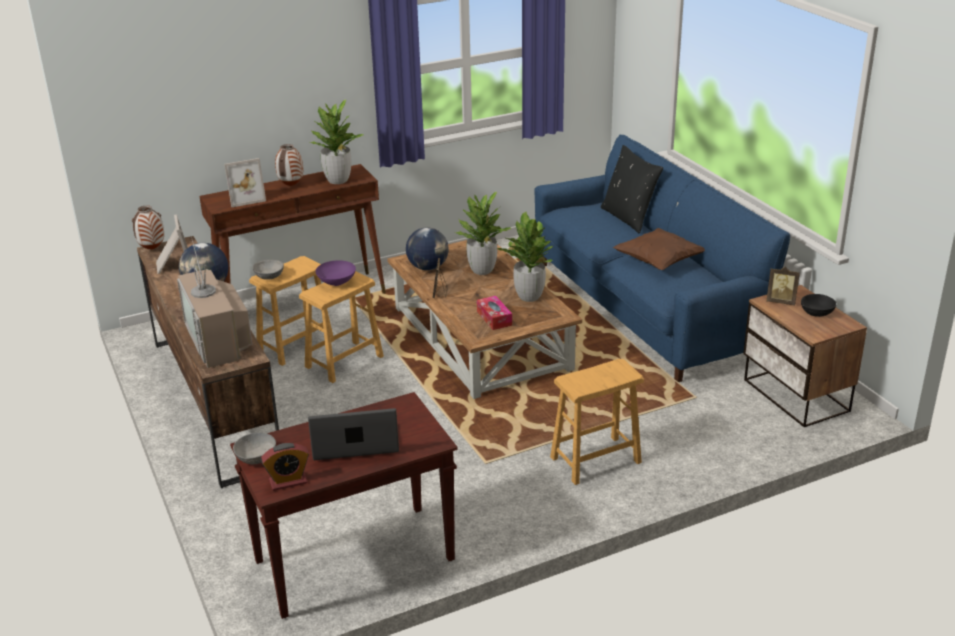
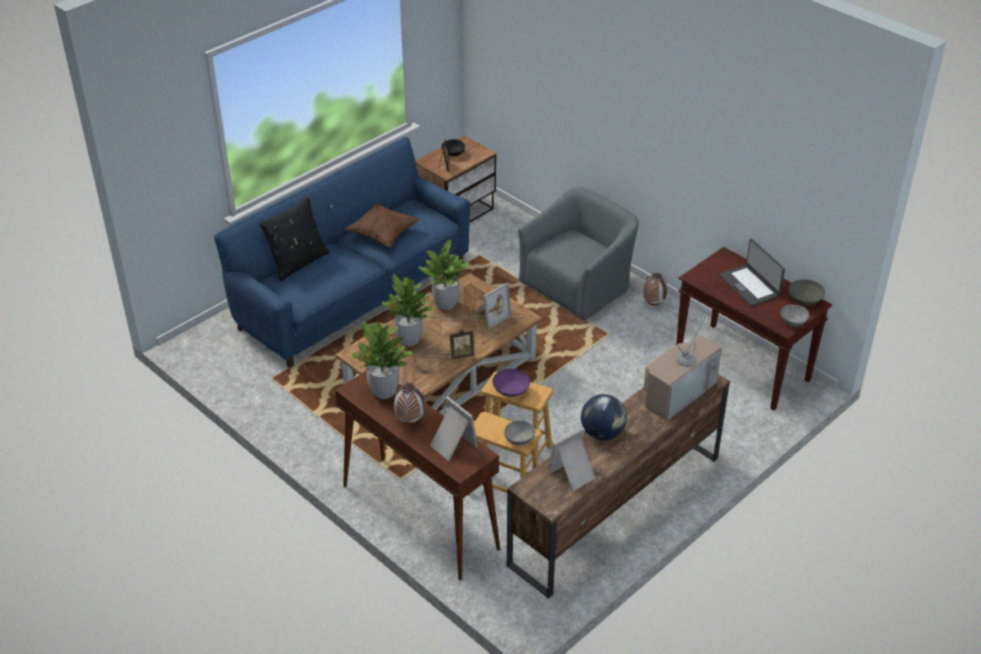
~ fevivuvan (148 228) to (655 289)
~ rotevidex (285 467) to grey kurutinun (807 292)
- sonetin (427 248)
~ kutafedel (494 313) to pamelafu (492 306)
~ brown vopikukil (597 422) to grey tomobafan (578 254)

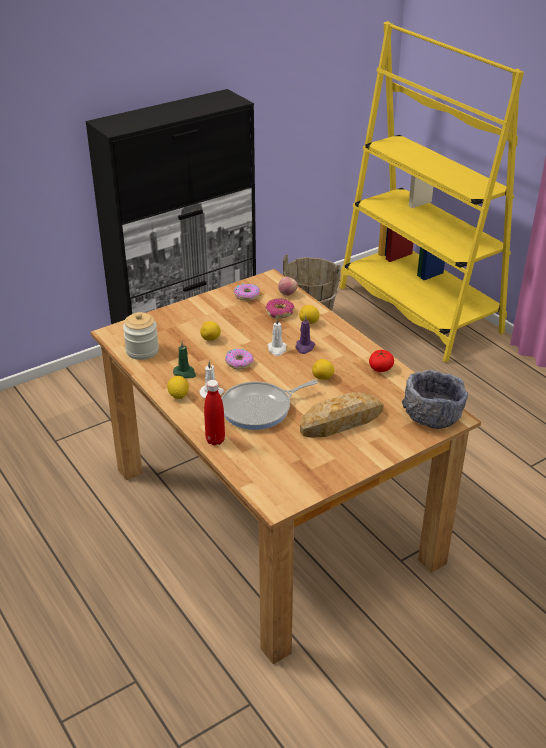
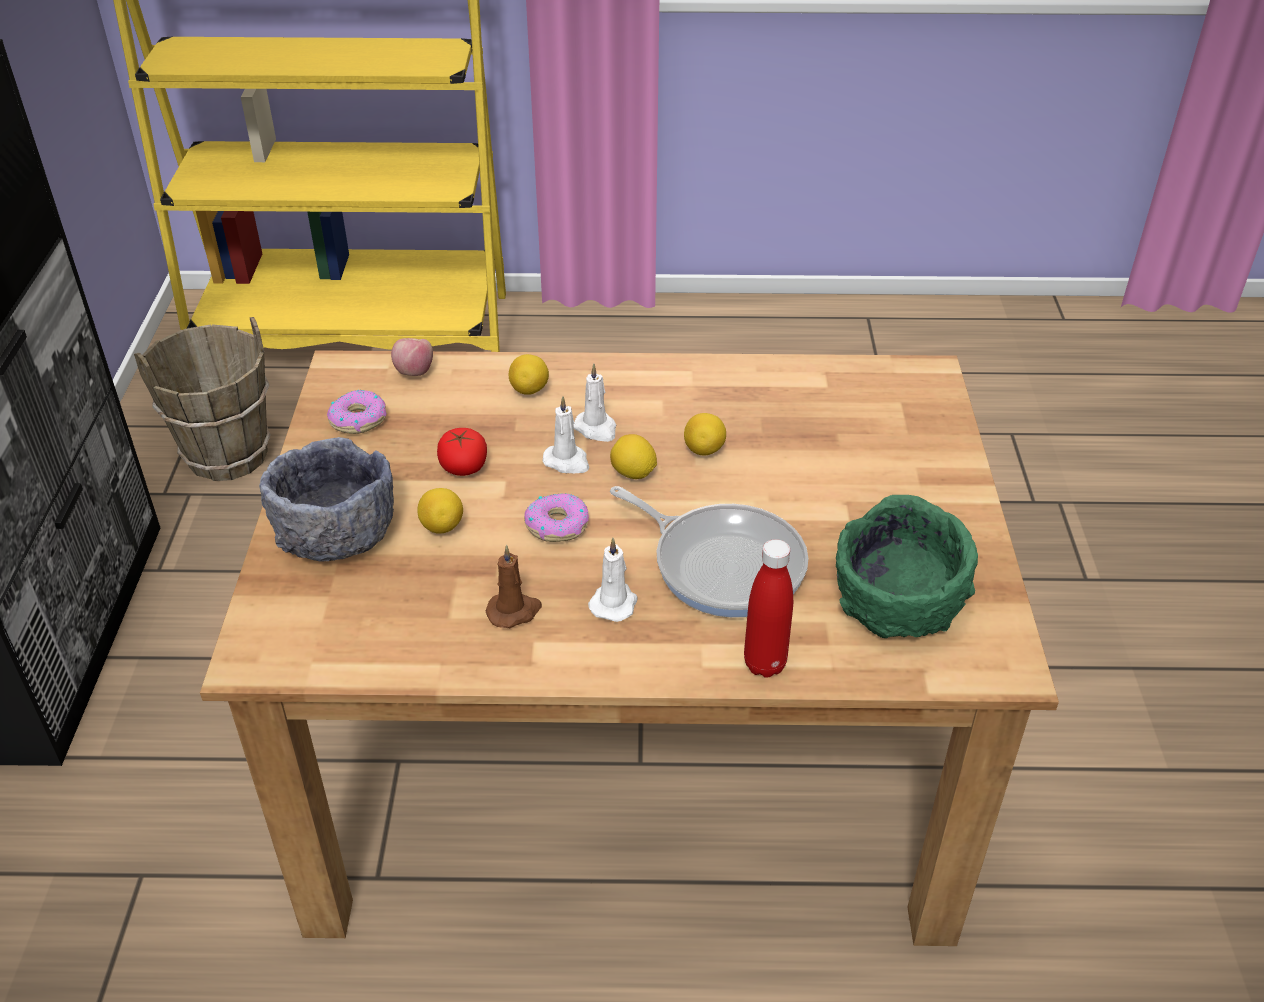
- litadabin (141 336)
~ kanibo (178 387) to (633 456)
~ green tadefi (184 359) to brown tadefi (514 586)
~ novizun (269 405) = (709 552) 60 degrees counterclockwise
- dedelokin (279 308)
~ purple tadefi (305 334) to white tadefi (594 403)
- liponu (342 415)
~ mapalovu (381 361) to (462 452)
~ grey kurutinun (435 399) to (326 499)
+ green kurutinun (907 566)

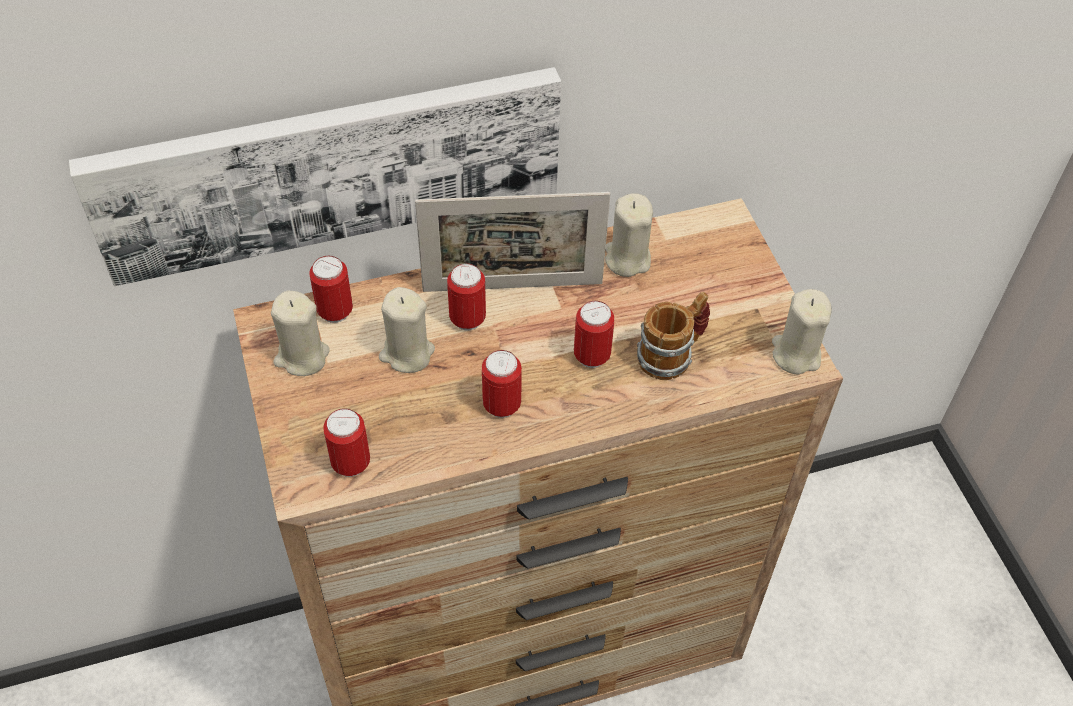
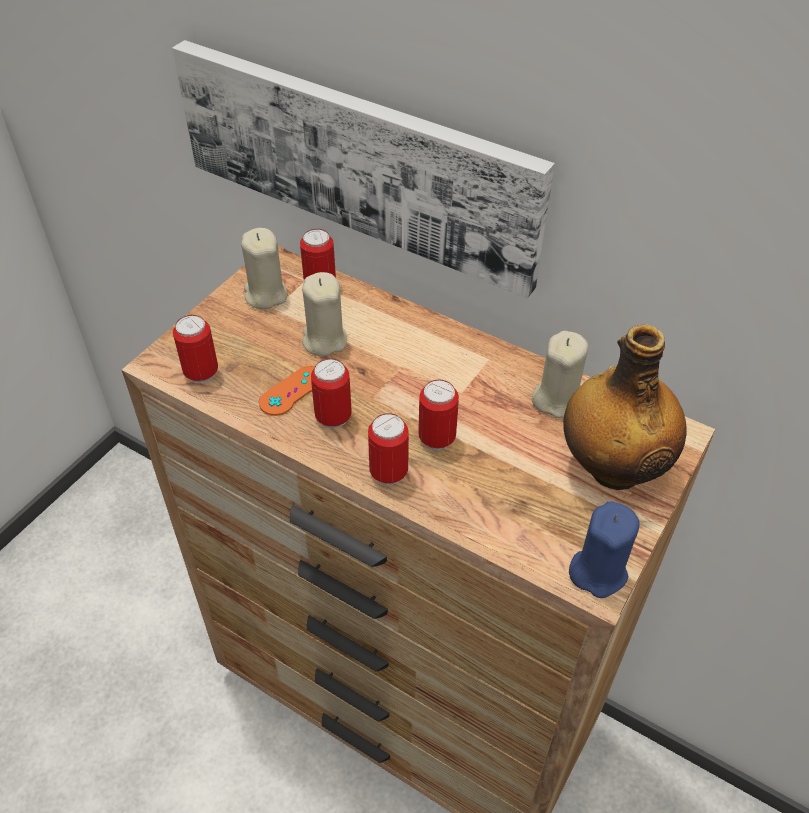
- pamelafu (512 242)
~ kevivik (466 297) to (388 449)
- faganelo (673 336)
~ beige tadefi (802 331) to blue tadefi (604 549)
+ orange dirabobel (287 391)
+ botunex (624 407)

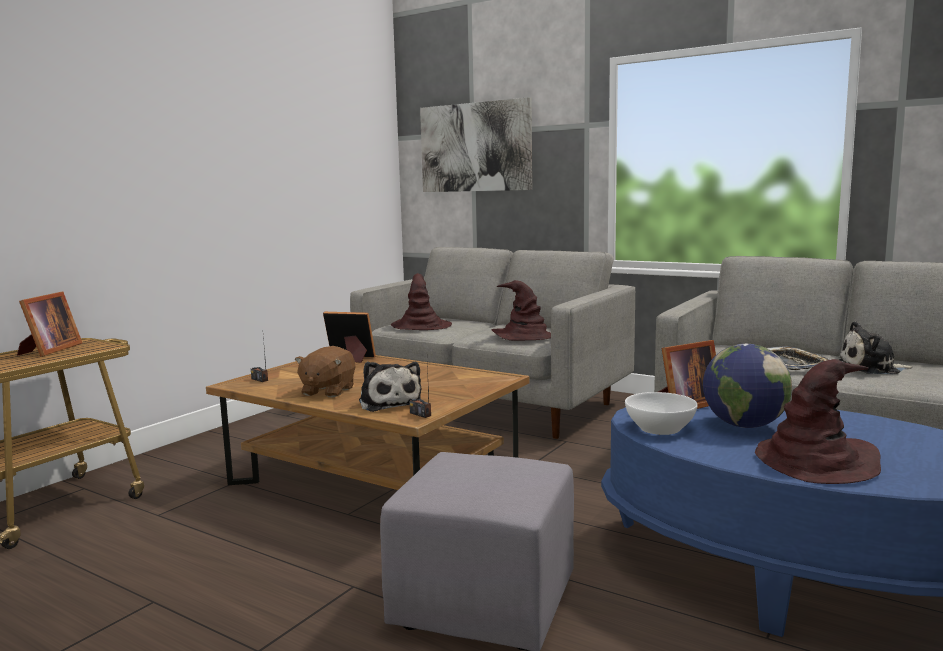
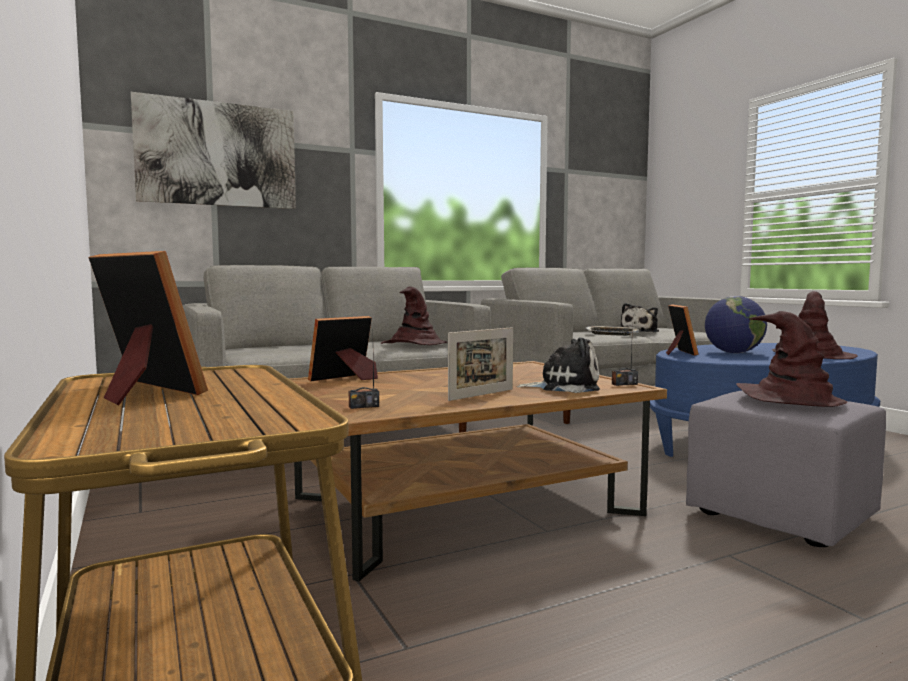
~ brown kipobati (325 371) to pamelafu (480 364)
~ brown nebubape (421 301) to (791 359)
- white kurutinun (661 413)

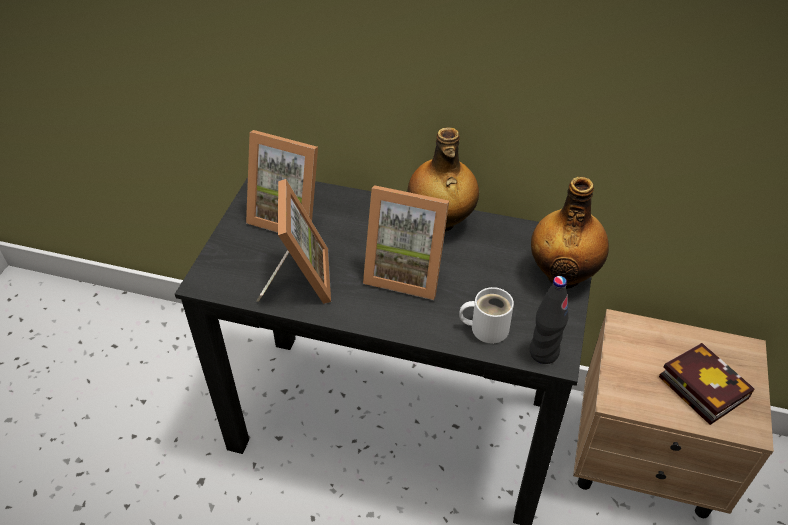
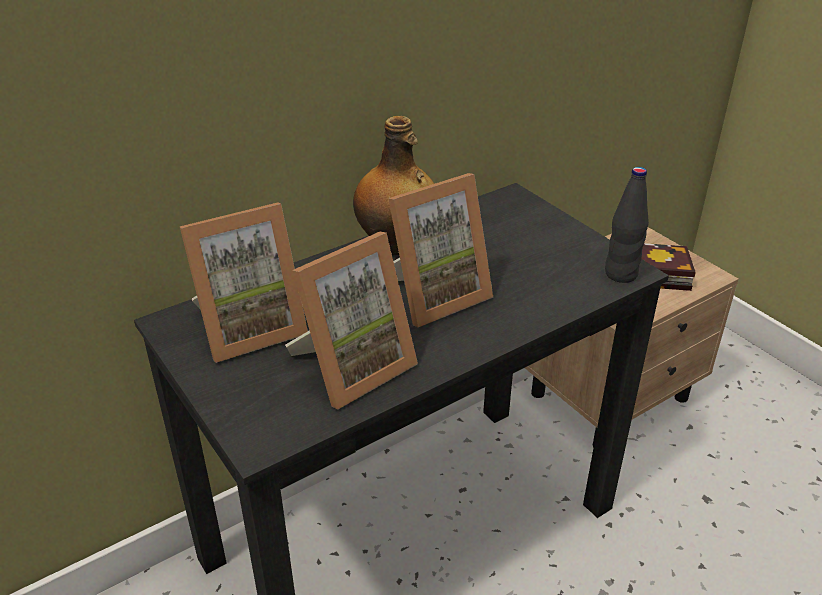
~ pamelafu (293 241) = (351 320) 105 degrees clockwise
- white faganelo (486 315)
- botunex (570 233)

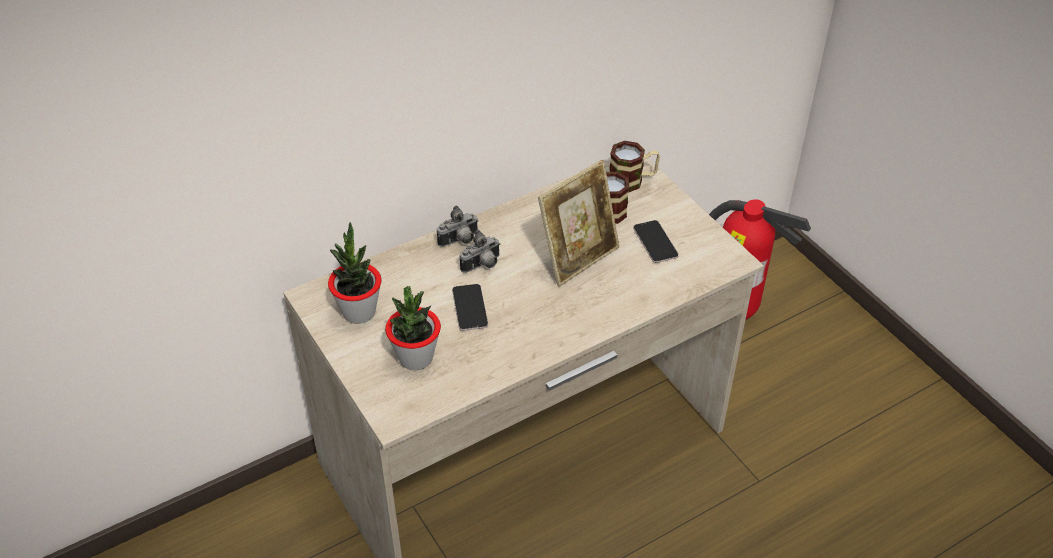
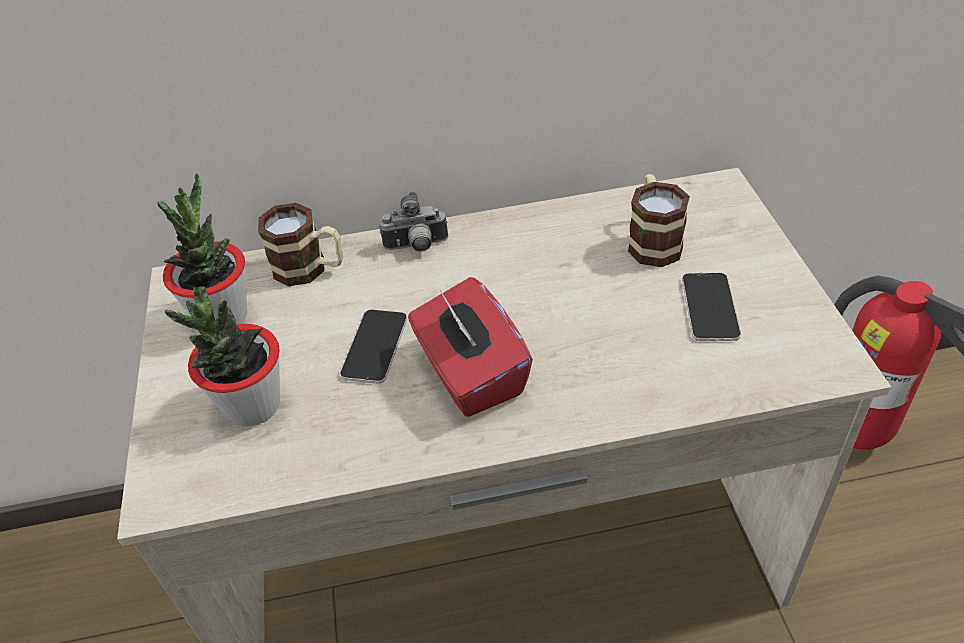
- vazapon (480 251)
- pamelafu (579 223)
~ faganelo (634 167) to (300 244)
+ red kutafedel (470 347)

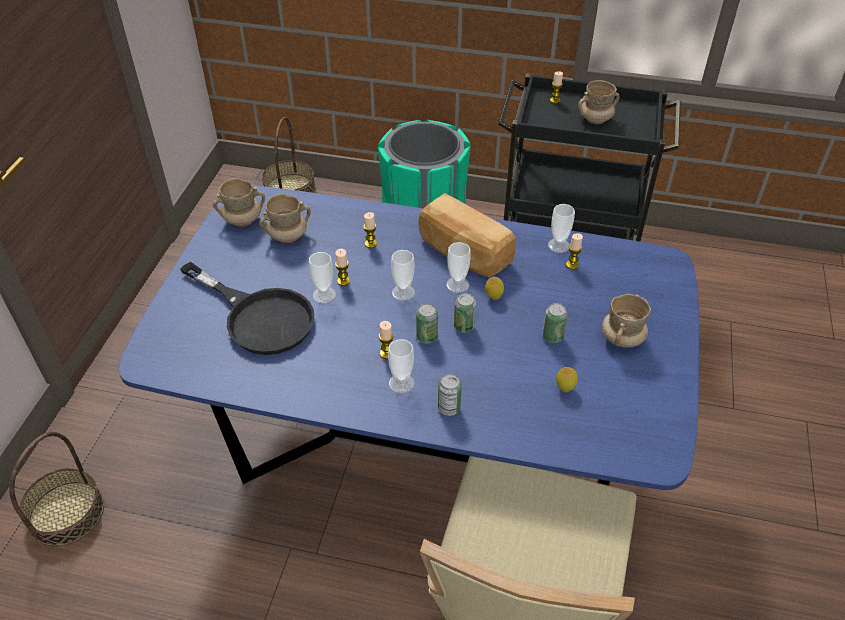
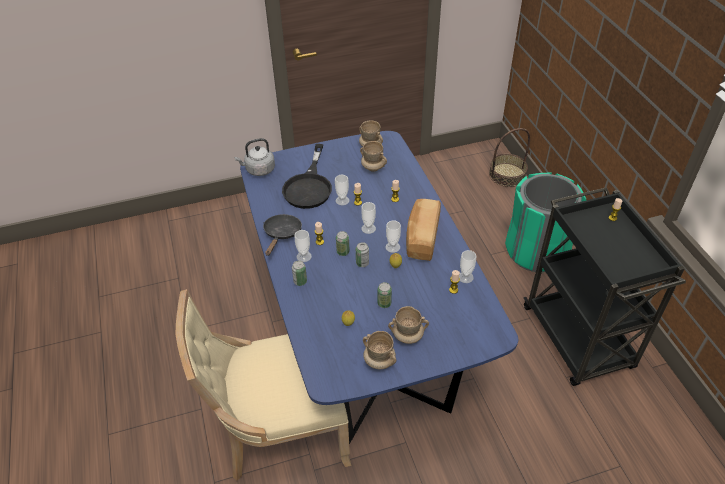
- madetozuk (56 489)
~ beige faganelo (599 102) to (379 350)
+ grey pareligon (254 157)
+ black novizun (282 235)

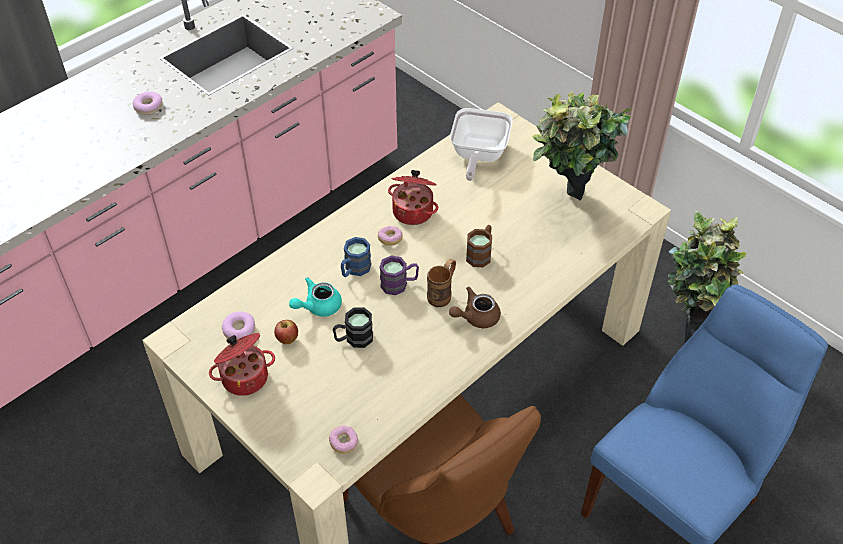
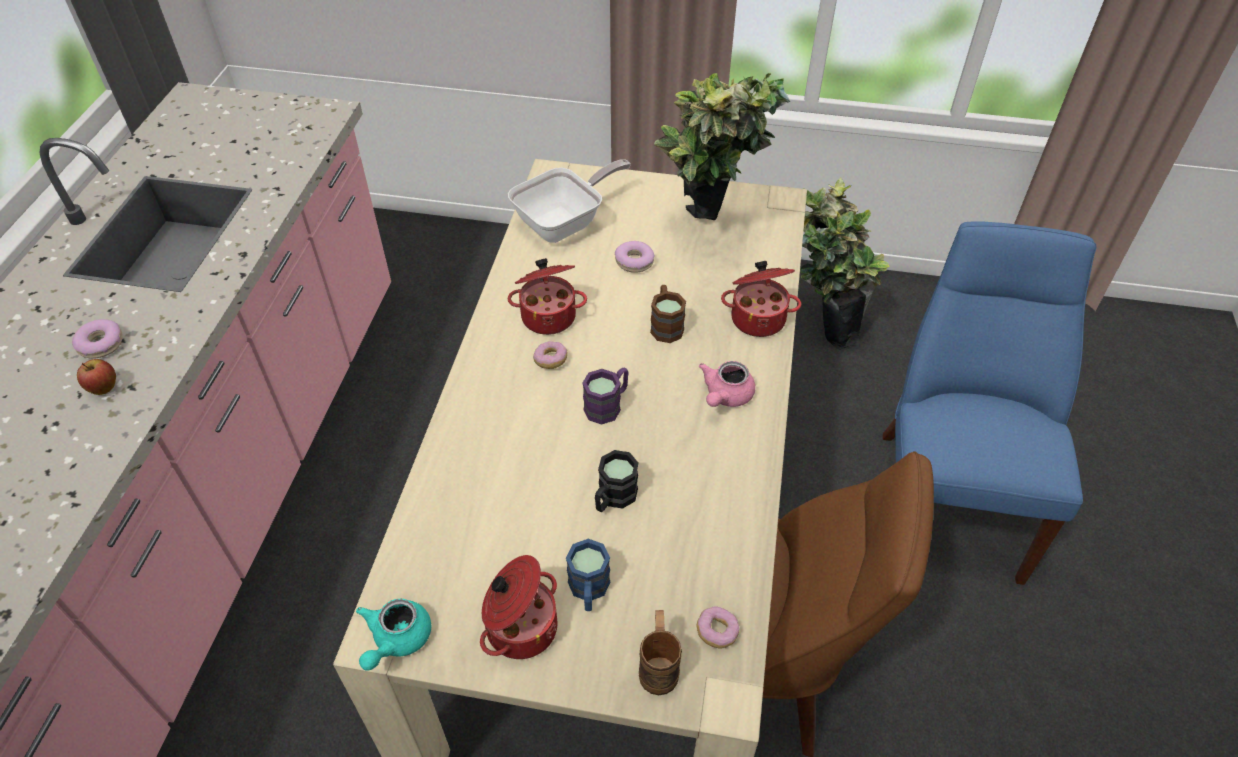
~ dedelokin (238 326) to (634 257)
~ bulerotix (286 332) to (96 377)
~ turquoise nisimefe (315 297) to (393 635)
~ blue faganelo (356 257) to (588 575)
~ brown faganelo (441 283) to (660 652)
~ brown nisimefe (475 307) to pink nisimefe (727 384)
~ novizun (481 144) = (569 201) 105 degrees counterclockwise
+ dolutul (761 299)

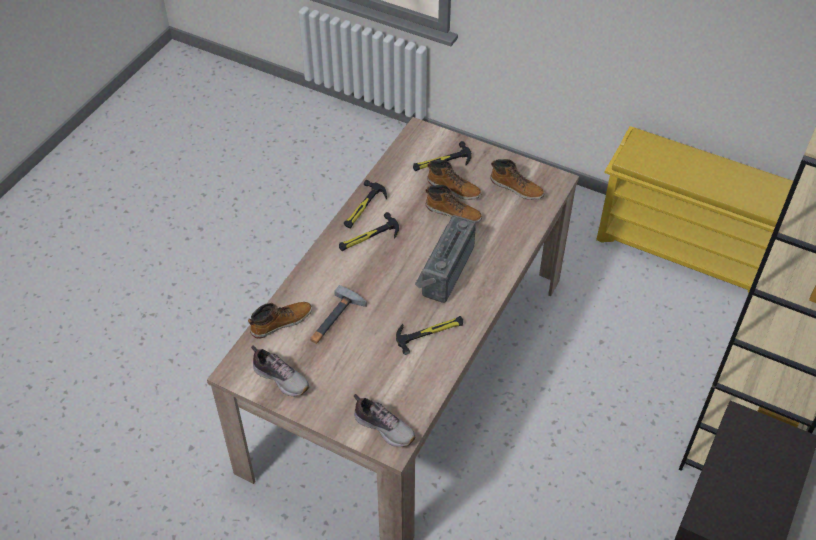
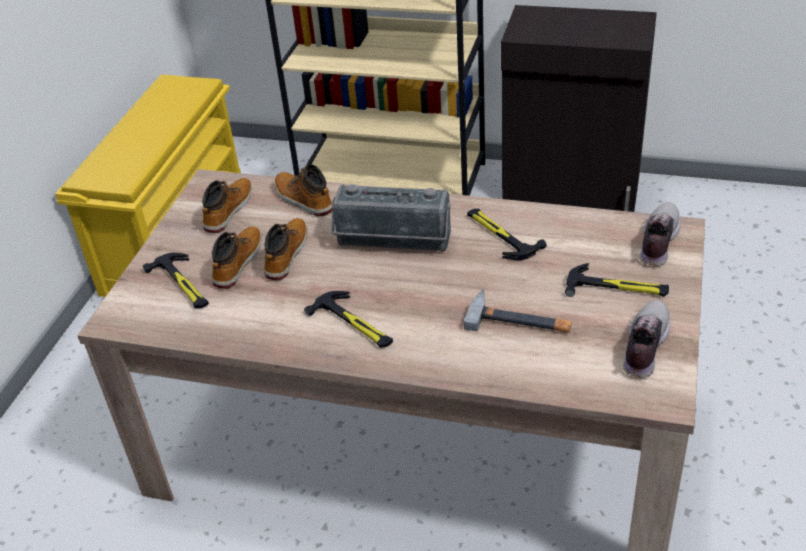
~ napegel (280 320) to (303 190)
~ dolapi (365 204) to (617 280)

